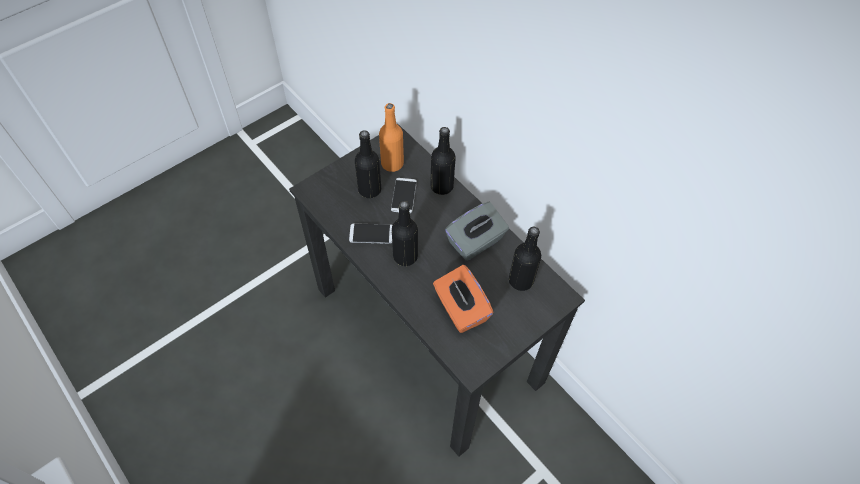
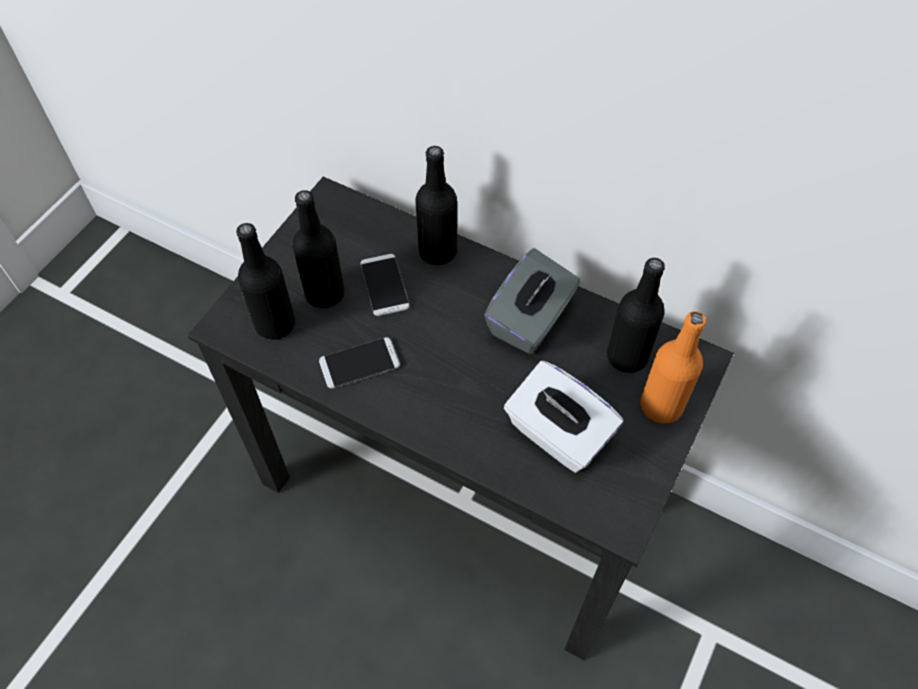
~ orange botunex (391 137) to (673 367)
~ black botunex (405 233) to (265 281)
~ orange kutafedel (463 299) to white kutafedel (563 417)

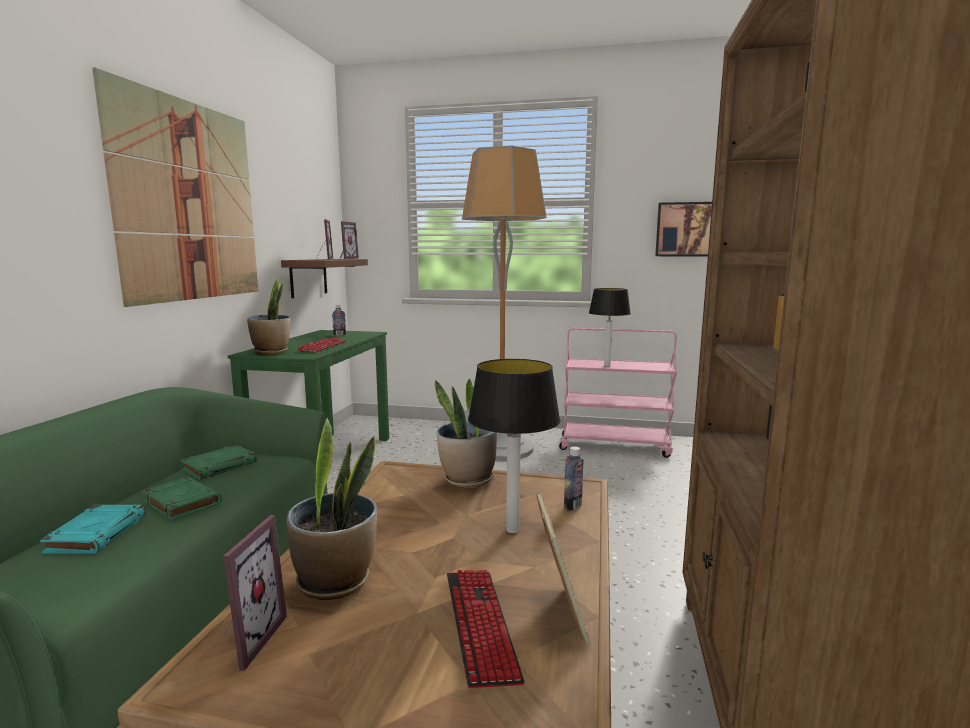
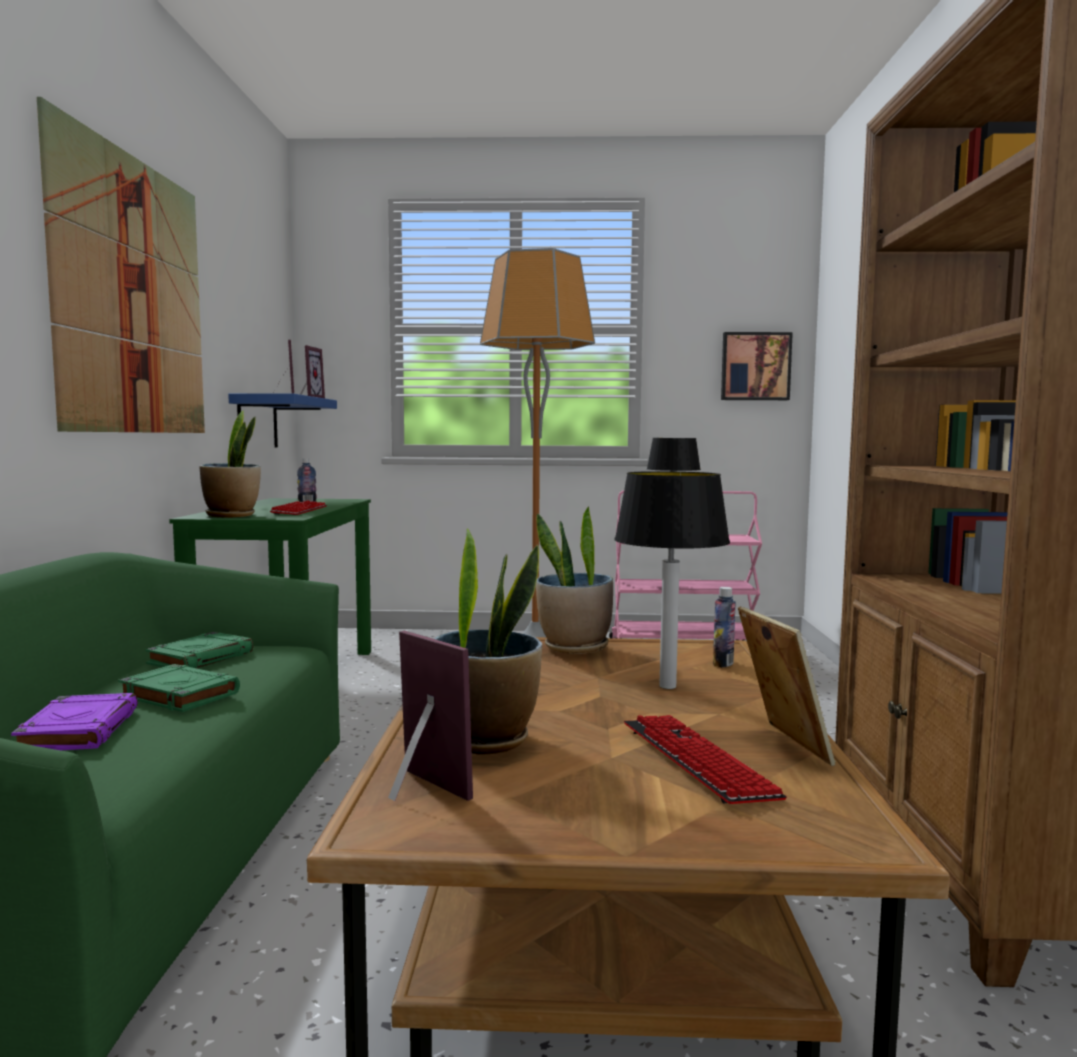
~ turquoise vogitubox (93 529) to purple vogitubox (74 721)
~ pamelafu (255 593) = (430 716) 45 degrees counterclockwise
~ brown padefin (324 278) to blue padefin (282 420)

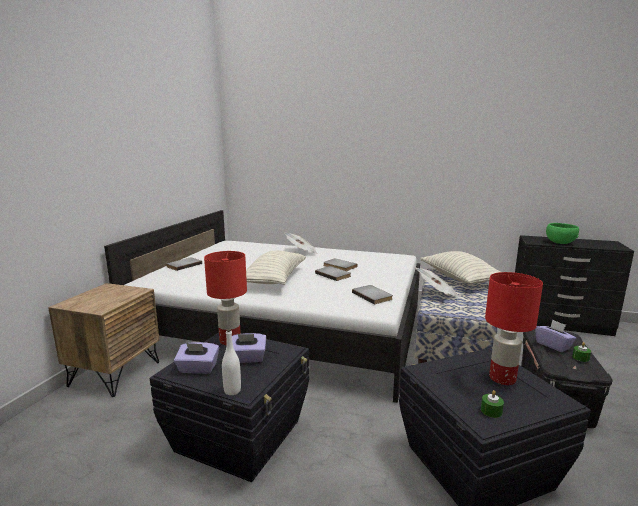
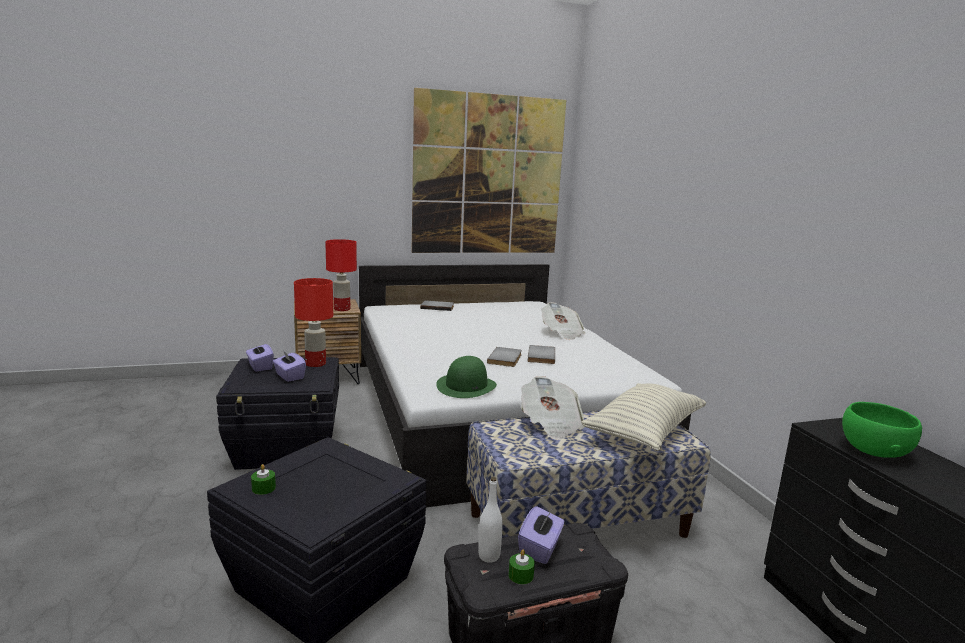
~ white botunex (231 362) to (490 519)
- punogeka (276 267)
~ grey vogitubox (372 294) to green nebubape (466 377)
~ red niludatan (514 328) to (341 275)
+ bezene (488 170)

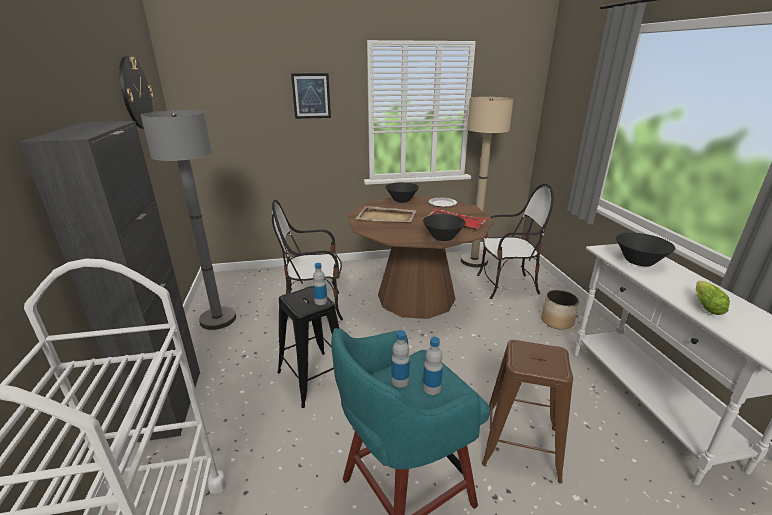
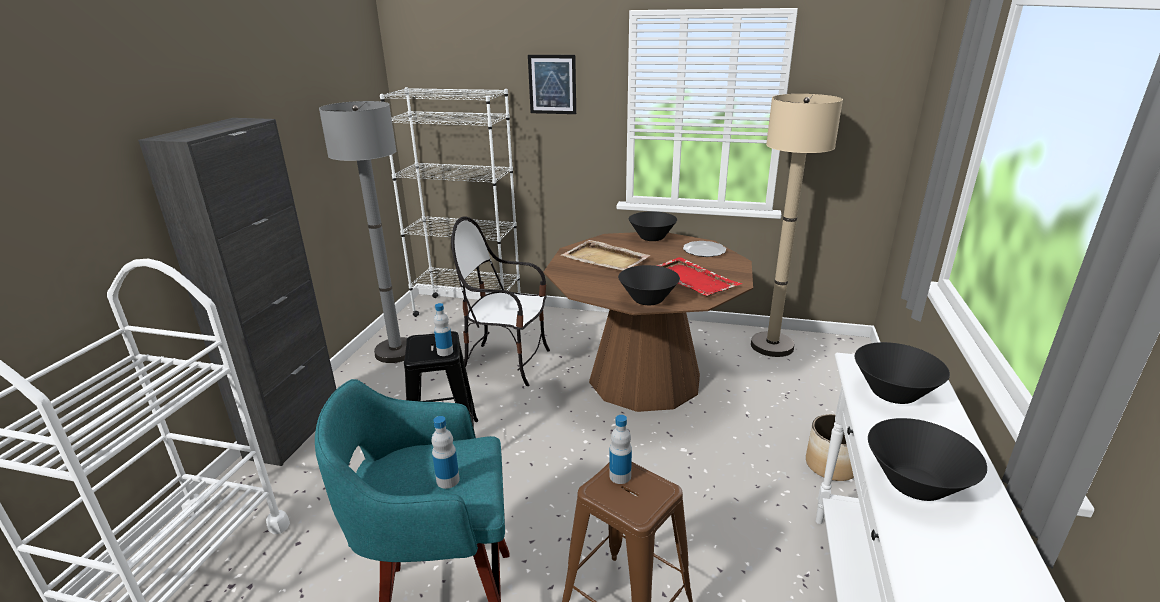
- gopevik (136 92)
~ botunex (400 359) to (620 449)
- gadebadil (515 241)
~ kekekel (713 298) to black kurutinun (927 459)
+ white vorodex (450 202)

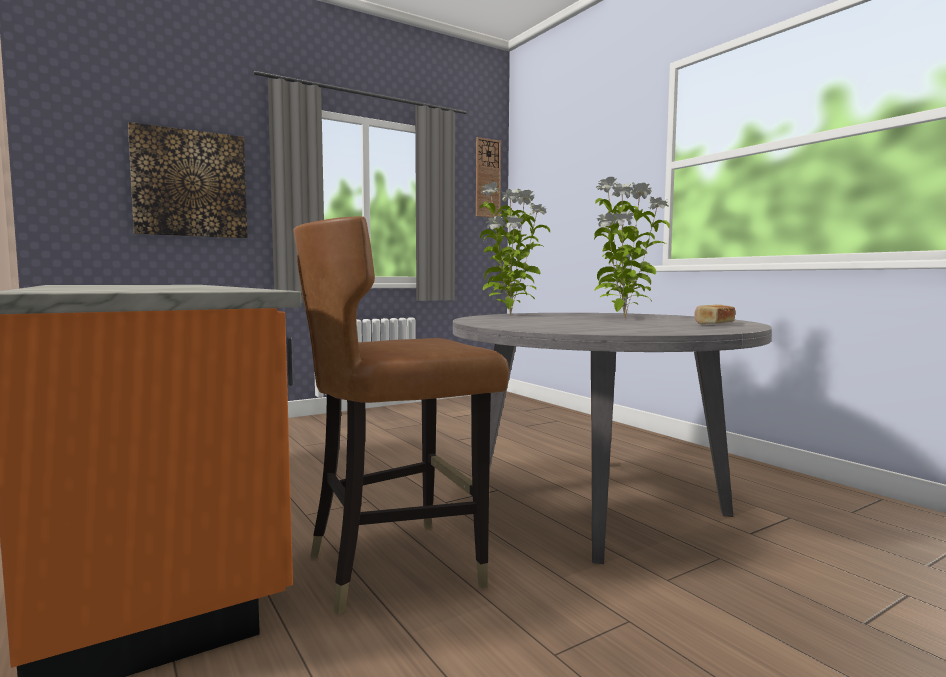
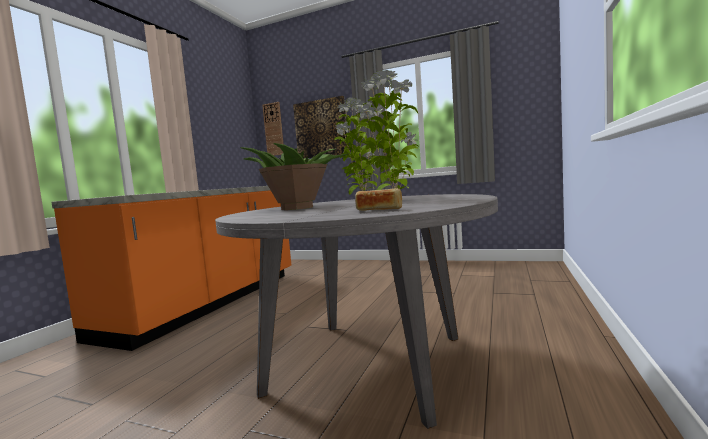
- brown gadebadil (401 415)
~ gopevik (488 177) to (272 129)
+ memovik (296 176)

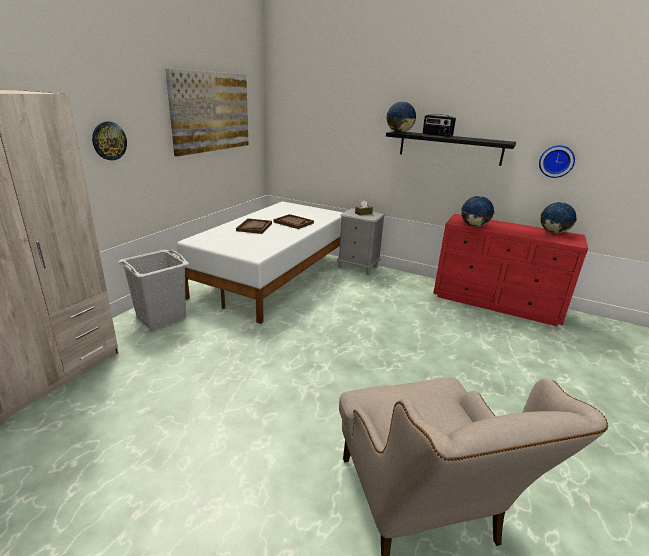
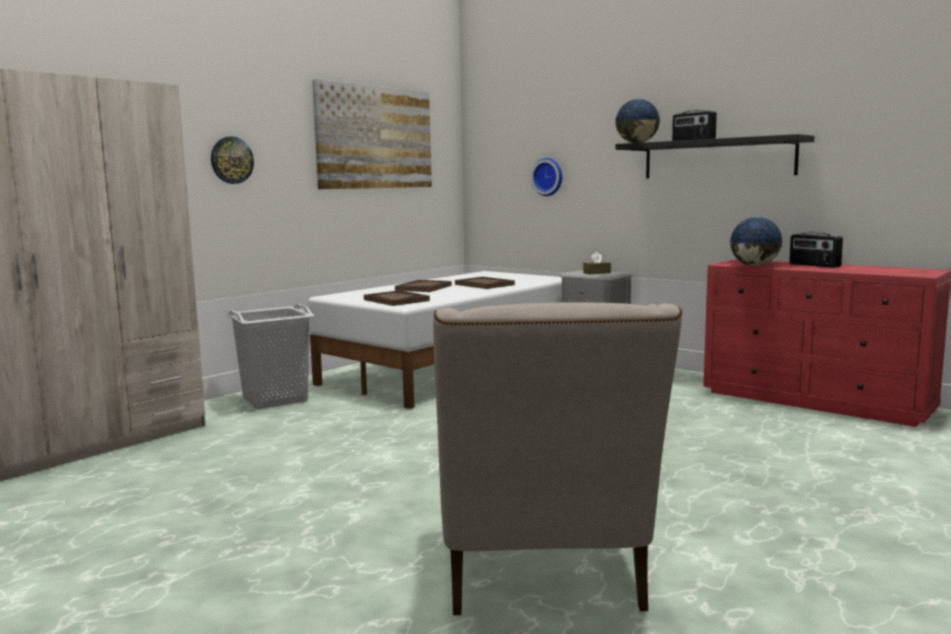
~ gopevik (557 161) to (546 177)
- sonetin (558 218)
+ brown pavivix (397 298)
+ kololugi (816 250)

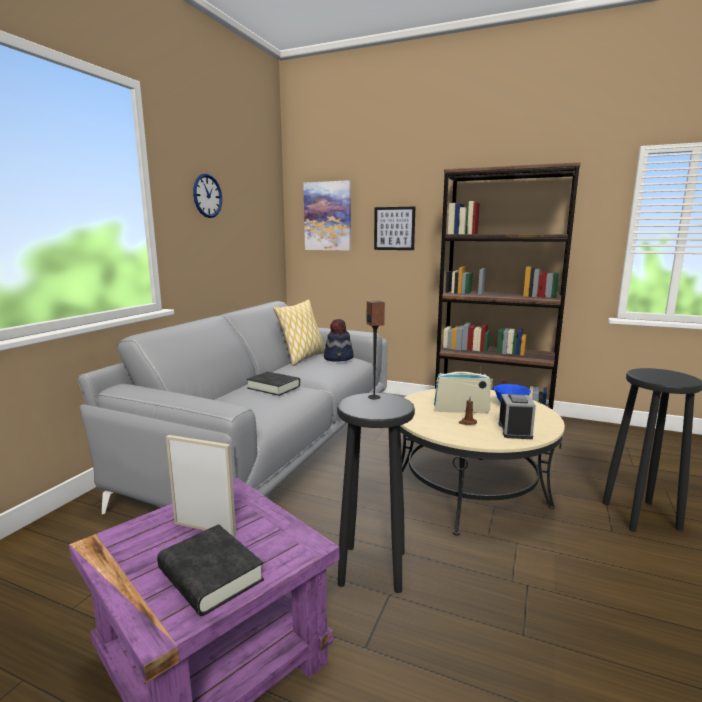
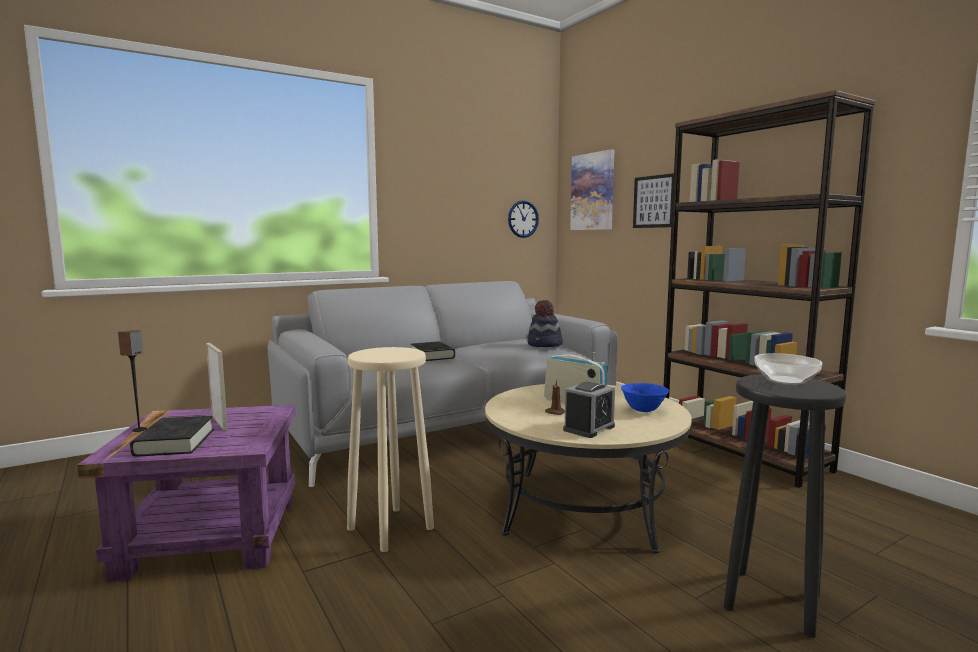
~ gopevik (207 196) to (523 219)
- punogeka (299 332)
~ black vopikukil (376 493) to beige vopikukil (390 449)
~ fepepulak (376 350) to (132 381)
+ kurutinun (788 369)

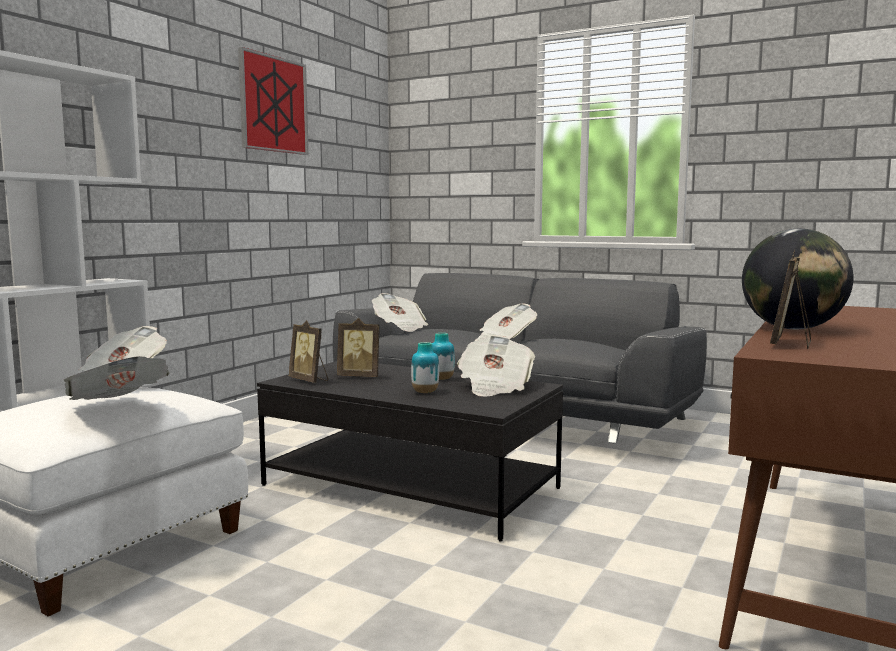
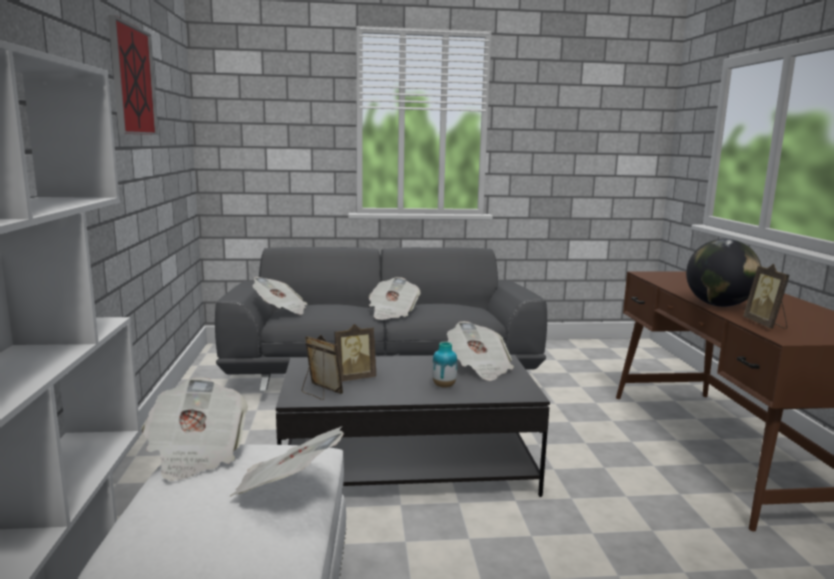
~ pamelafu (308 351) = (322 367) 150 degrees counterclockwise
- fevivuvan (443 356)

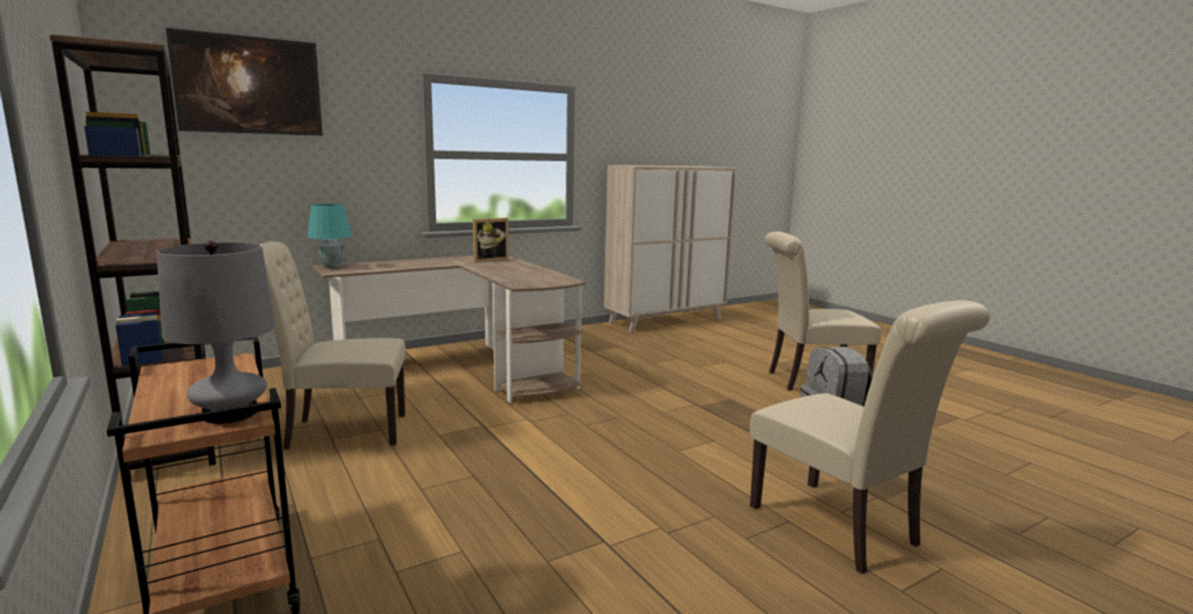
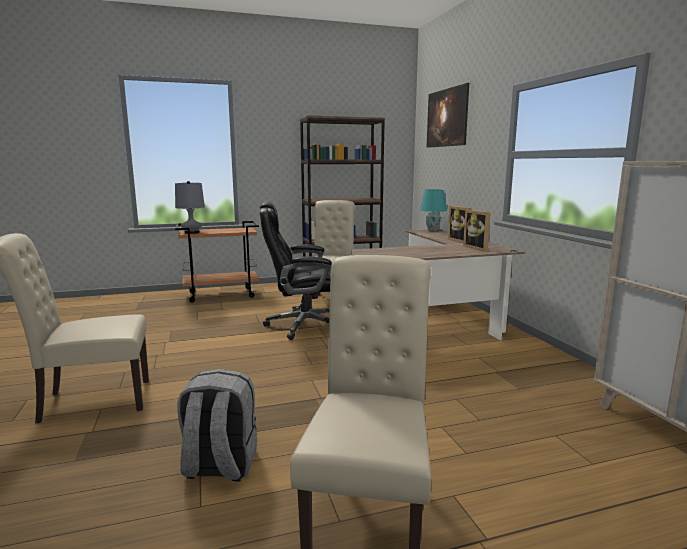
+ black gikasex (296 270)
+ pamelafu (459 224)

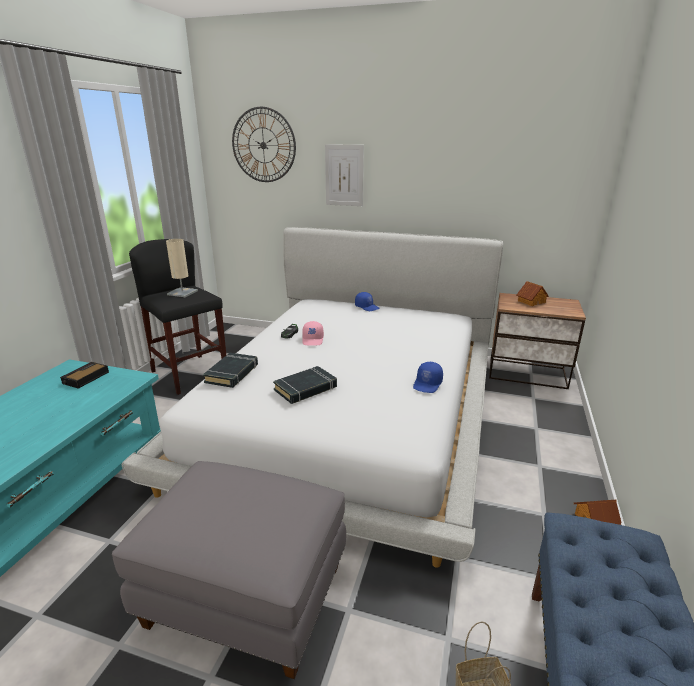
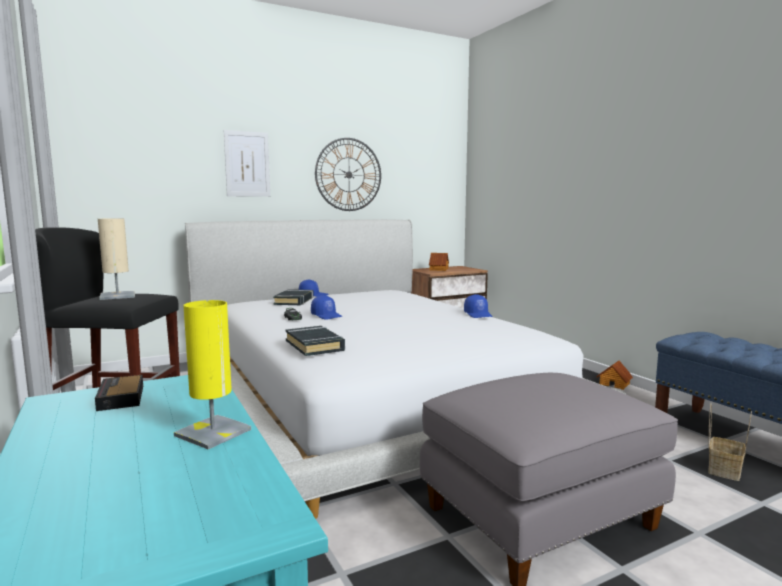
~ gopevik (264 144) to (348 174)
~ black vogitubox (305 385) to (293 297)
~ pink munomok (313 333) to blue munomok (327 307)
+ yellow niludatan (212 374)

